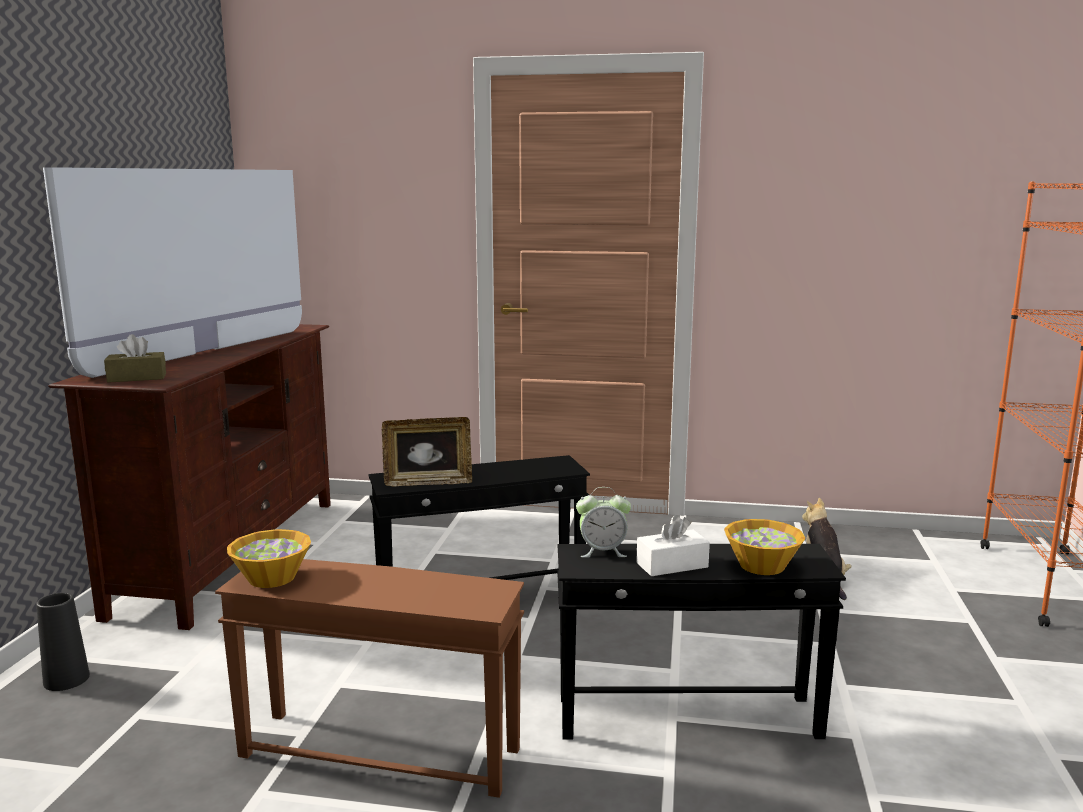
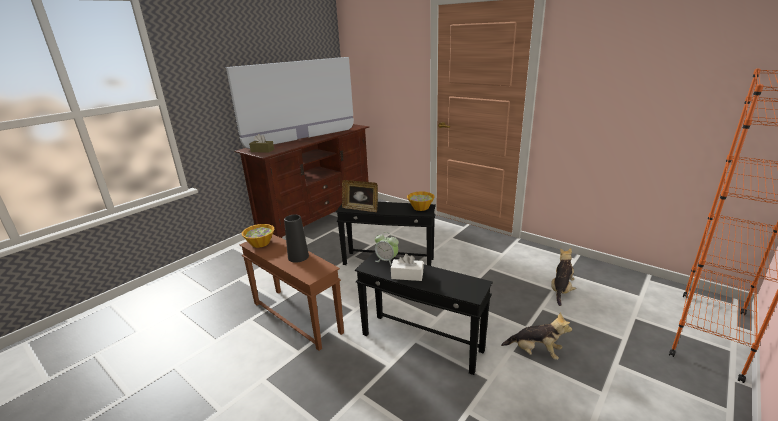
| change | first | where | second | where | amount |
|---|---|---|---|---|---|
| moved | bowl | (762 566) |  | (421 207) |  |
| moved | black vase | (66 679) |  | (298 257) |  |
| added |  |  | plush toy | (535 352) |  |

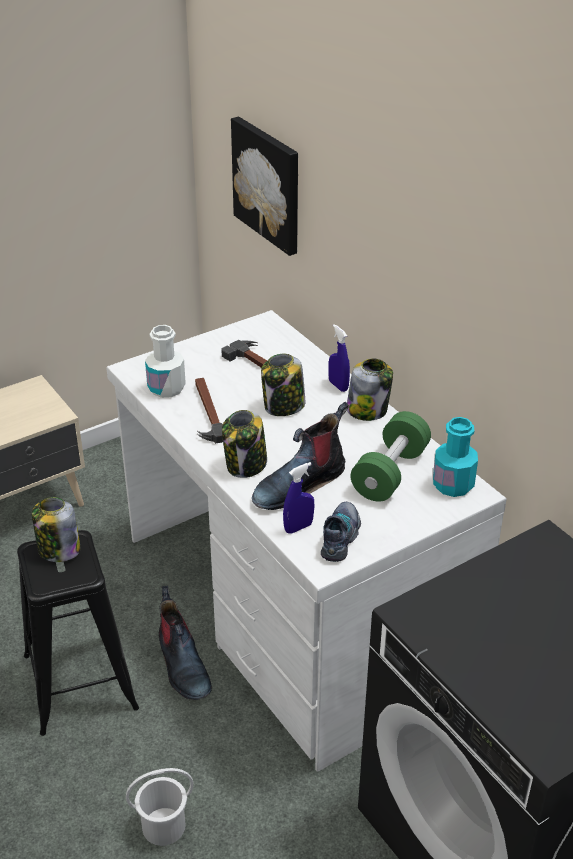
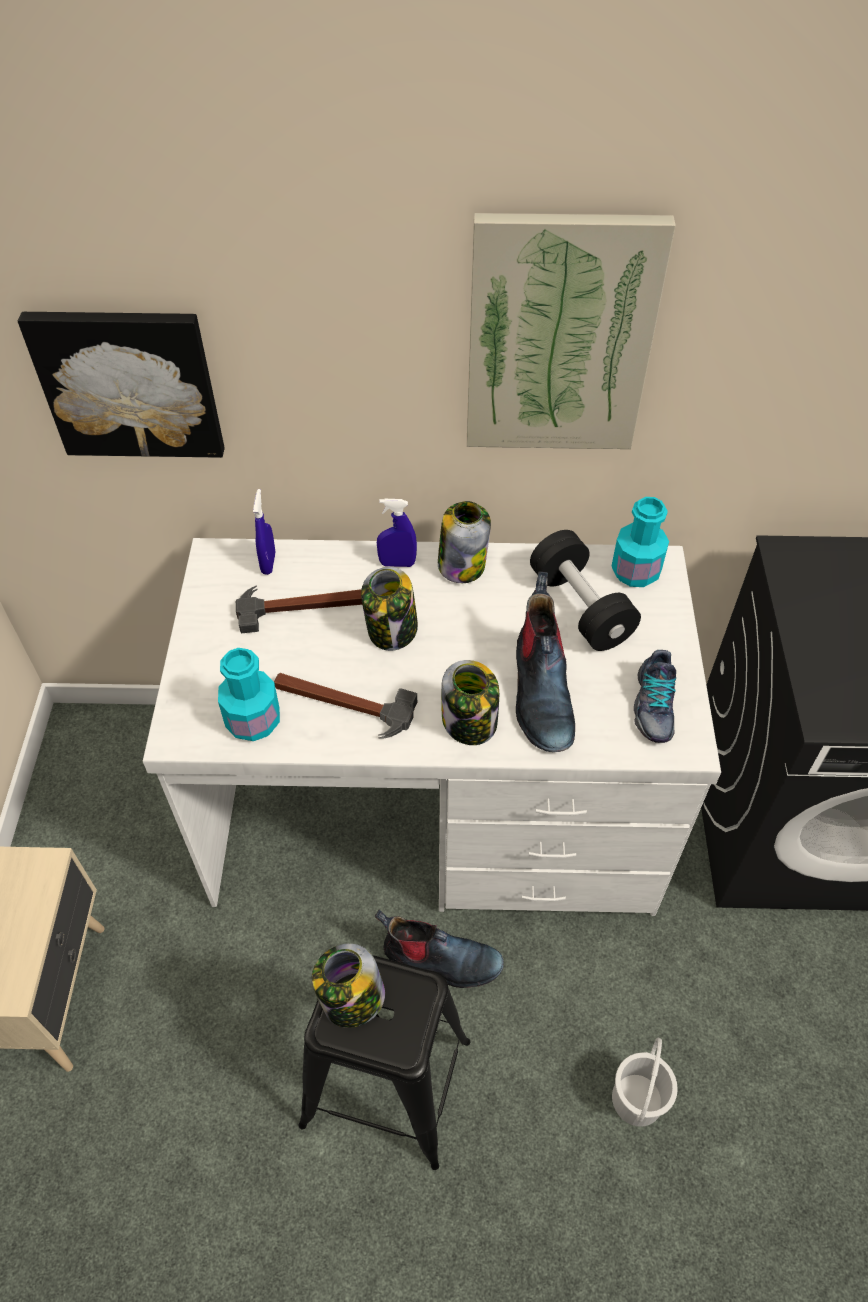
| change | first | where | second | where | amount |
|---|---|---|---|---|---|
| recoloured | white bottle | (166 388) | turquoise bottle | (253 721) |  |
| recoloured | green dumbbell | (390 473) | black dumbbell | (580 607) |  |
| moved | blue spray bottle | (298 527) |  | (268 563) |  |
| turned | shoe | (341 537) |  | (653 706) | 135 degrees counterclockwise |
| added |  |  | picture | (559 337) |  |

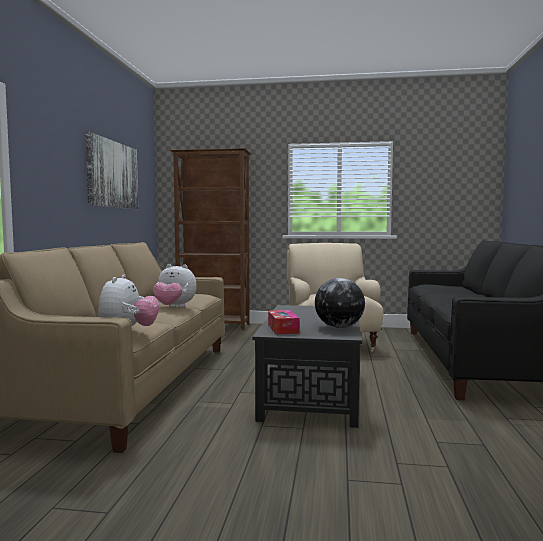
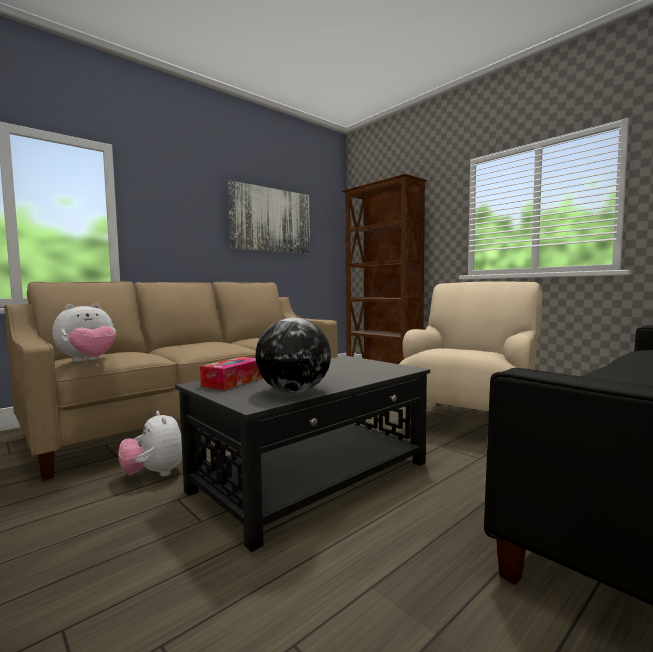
| change | first | where | second | where | amount |
|---|---|---|---|---|---|
| moved | plush toy | (174 307) |  | (154 474) |  |

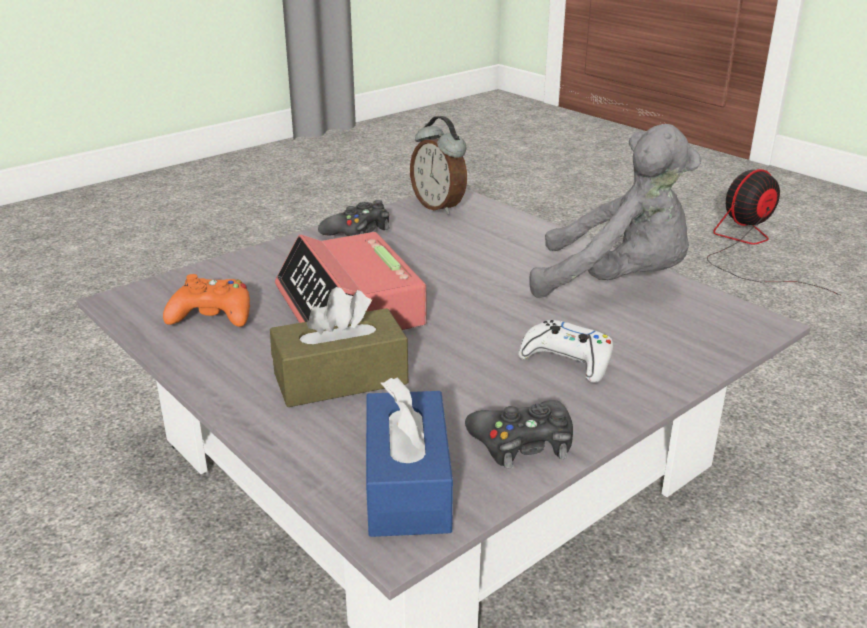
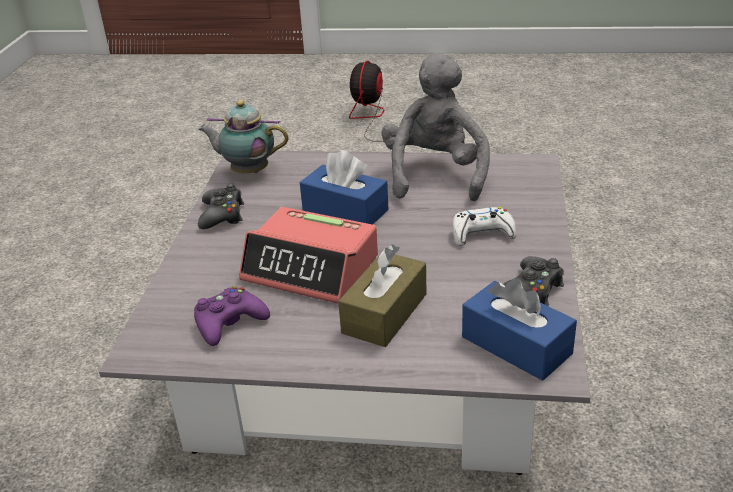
| change | first | where | second | where | amount |
|---|---|---|---|---|---|
| replaced | alarm clock | (439 207) | teapot | (247 171) |  |
| turned | grey plush toy | (616 283) |  | (435 174) | 60 degrees counterclockwise |
| recoloured | orange game controller | (212 315) | purple game controller | (229 323) |  |
| added |  |  | blue tissue box | (345 210) |  |

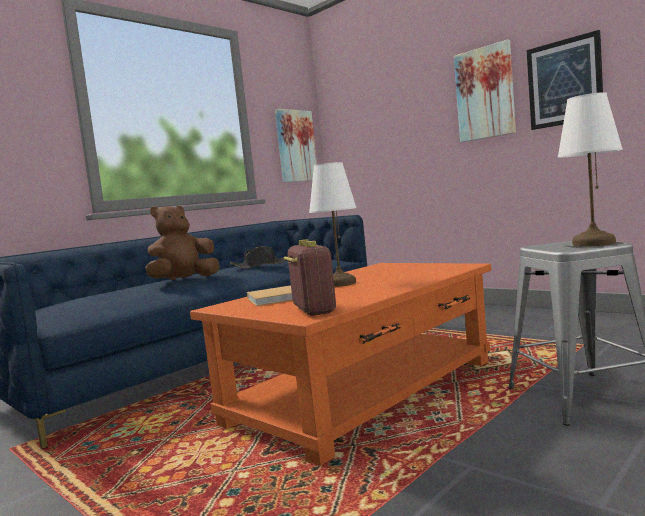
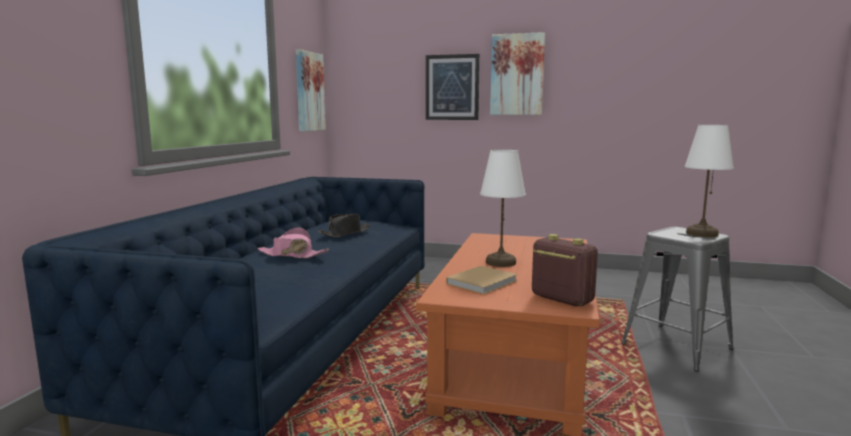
| change | first | where | second | where | amount |
|---|---|---|---|---|---|
| moved | picture | (564 82) |  | (452 87) |  |
| replaced | brown plush toy | (183 280) | pink hat | (292 255) |  |

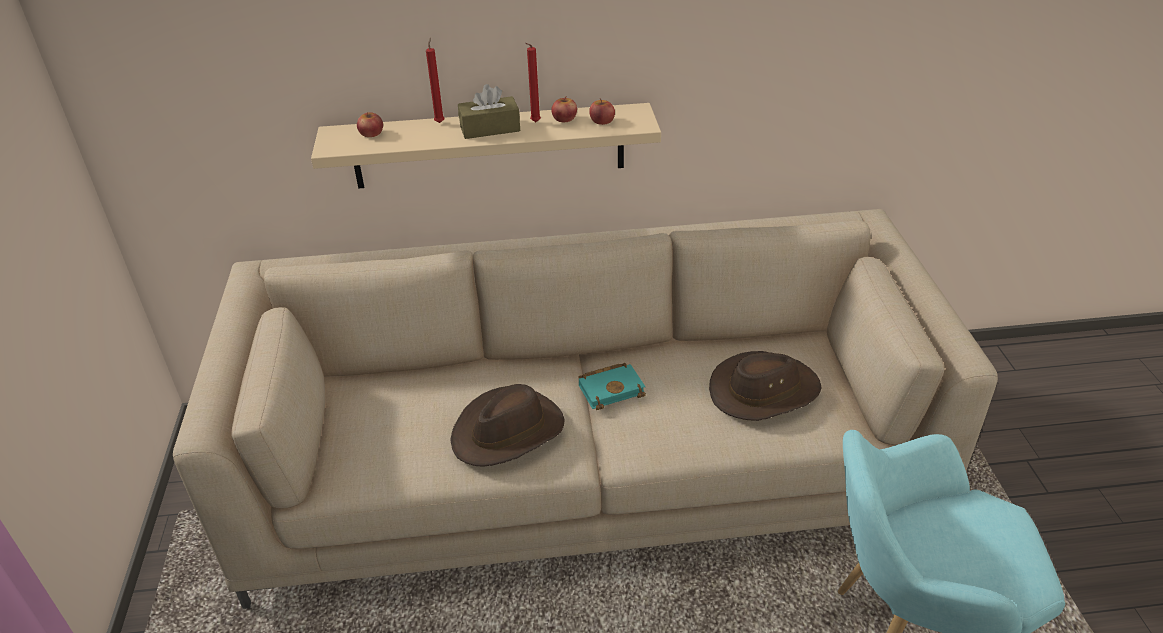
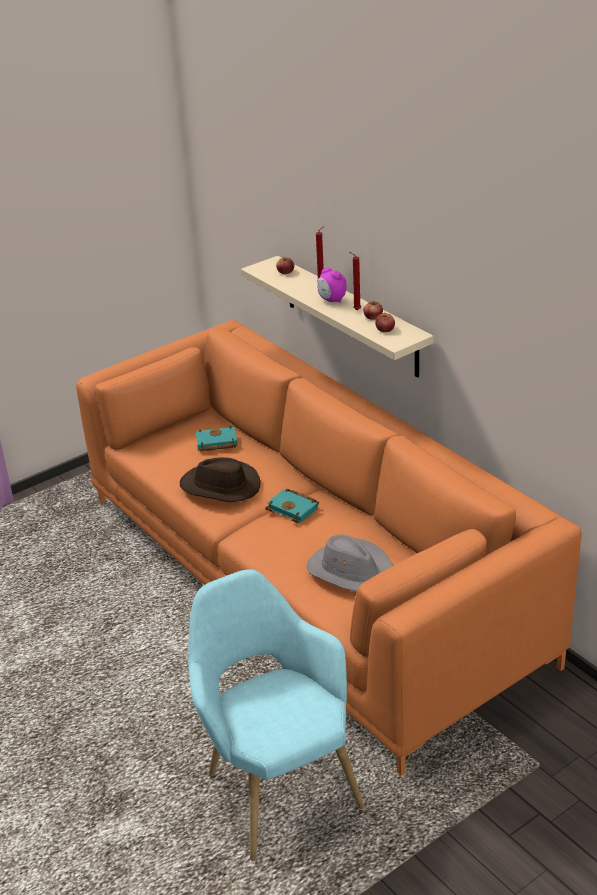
| change | first | where | second | where | amount |
|---|---|---|---|---|---|
| replaced | brown tissue box | (490 128) | alarm clock | (331 300) |  |
| recoloured | beige sofa | (586 470) | orange sofa | (307 578) |  |
| recoloured | brown hat | (764 391) | grey hat | (351 570) |  |
| added |  |  | turquoise book | (216 443) |  |

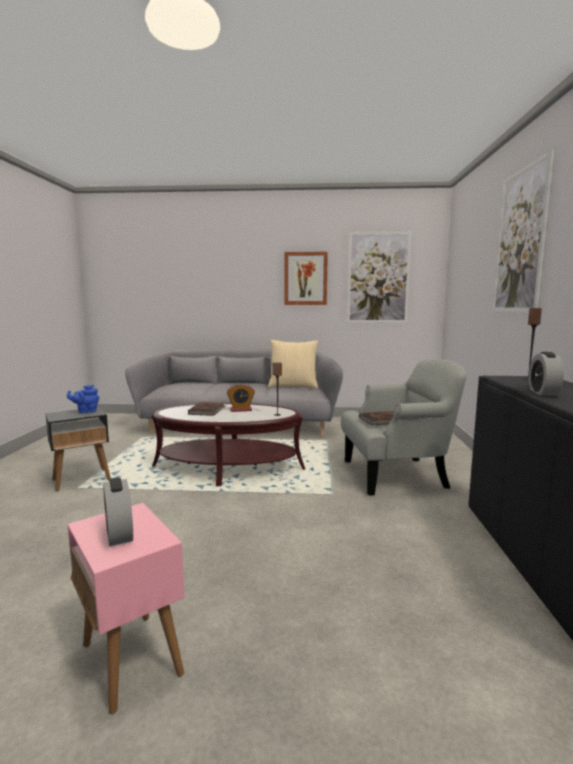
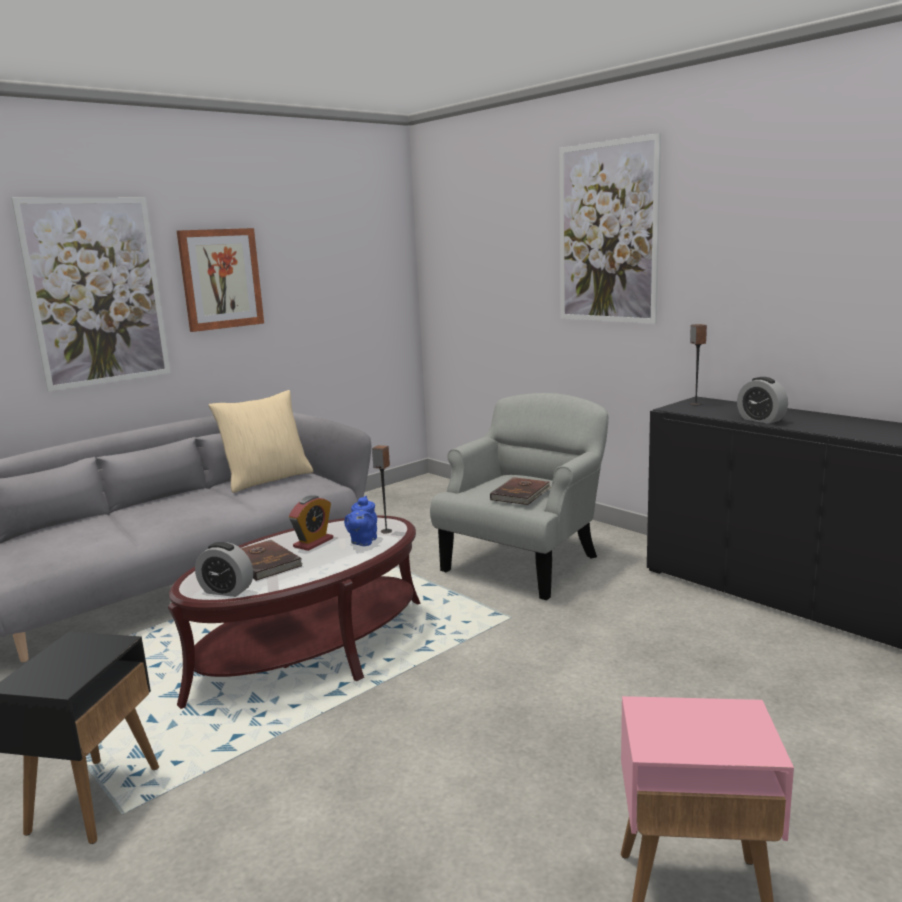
| change | first | where | second | where | amount |
|---|---|---|---|---|---|
| moved | picture | (378 278) |  | (96 292) |  |
| moved | blue teapot | (86 411) |  | (363 542) |  |
| moved | alarm clock | (119 534) |  | (226 591) |  |

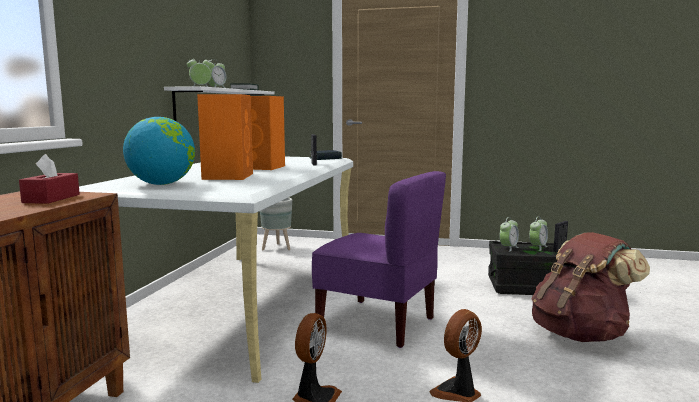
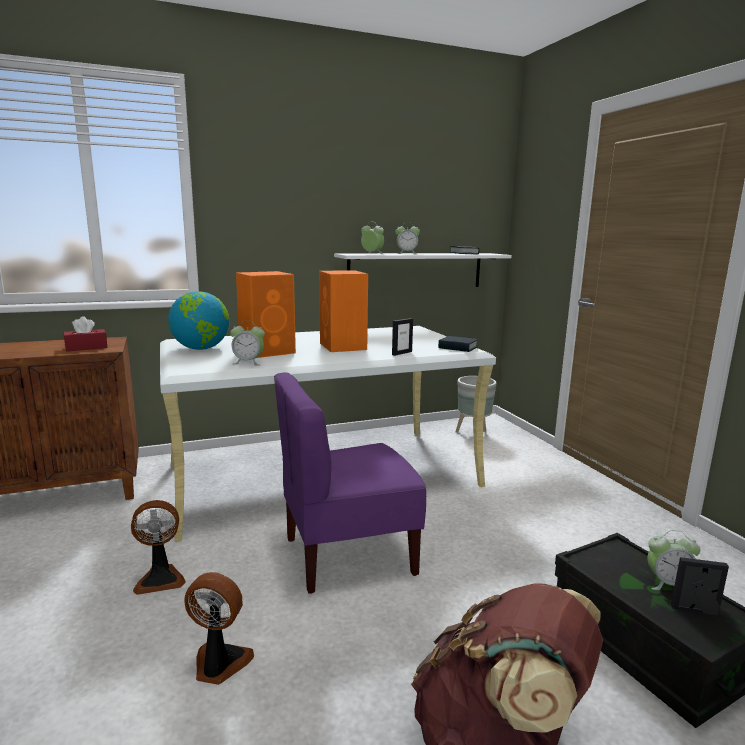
| change | first | where | second | where | amount |
|---|---|---|---|---|---|
| turned | purple chair | (378 324) |  | (347 555) | 75 degrees clockwise |
| moved | alarm clock | (508 248) |  | (248 362) |  |

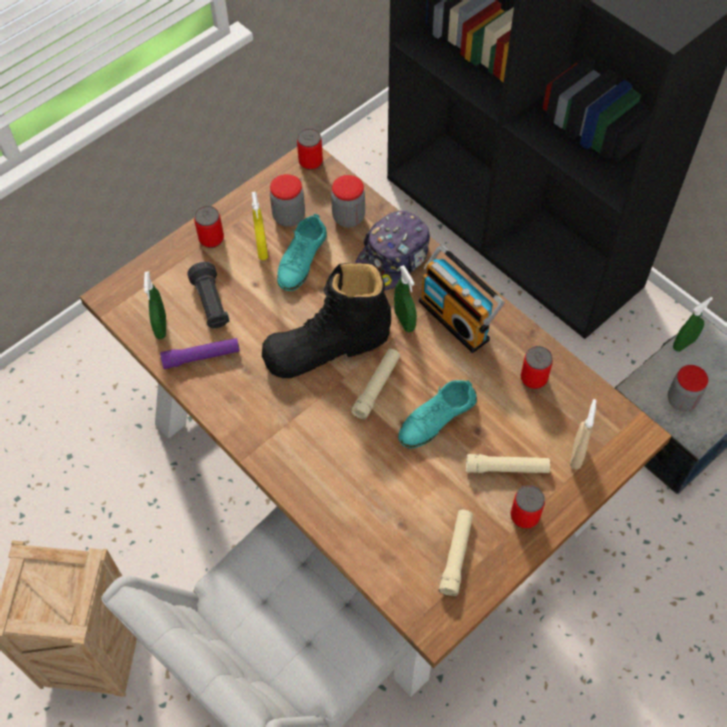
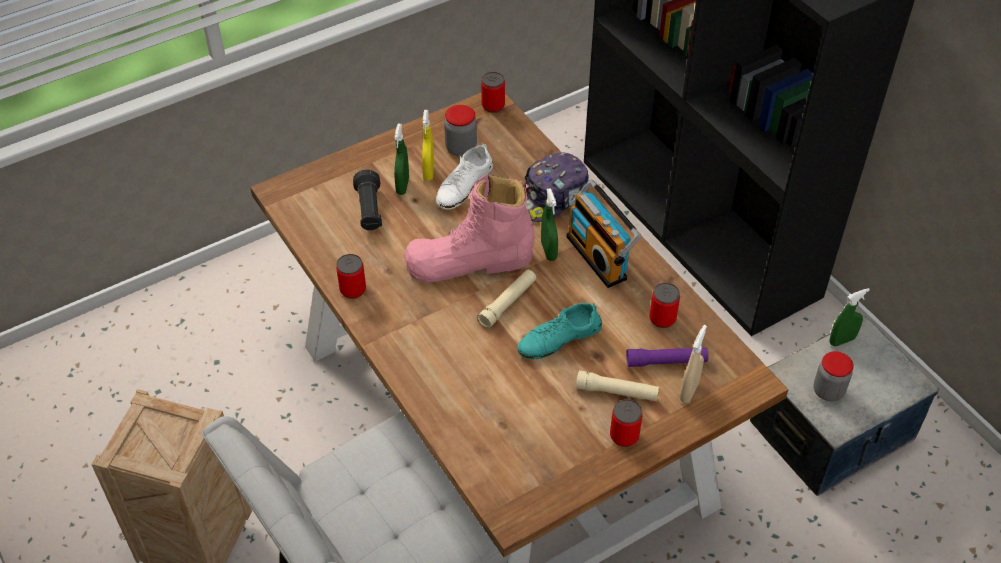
| change | first | where | second | where | amount |
|---|---|---|---|---|---|
| removed | jar | (348 217) |  |  |  |
| moved | can | (211 239) |  | (353 289) |  |
| recoloured | turquoise shoe | (302 259) | white shoe | (464 185) |  |
| recoloured | black boot | (327 346) | pink boot | (469 261) |  |
| moved | green spray bottle | (161 327) |  | (402 186) |  |
| moved | purple flashlight | (201 357) |  | (666 361) |  |
| removed | beige flashlight | (456 554) |  |  |  |

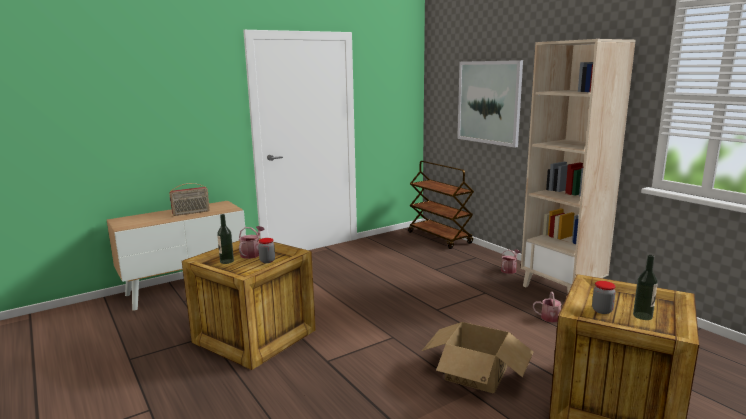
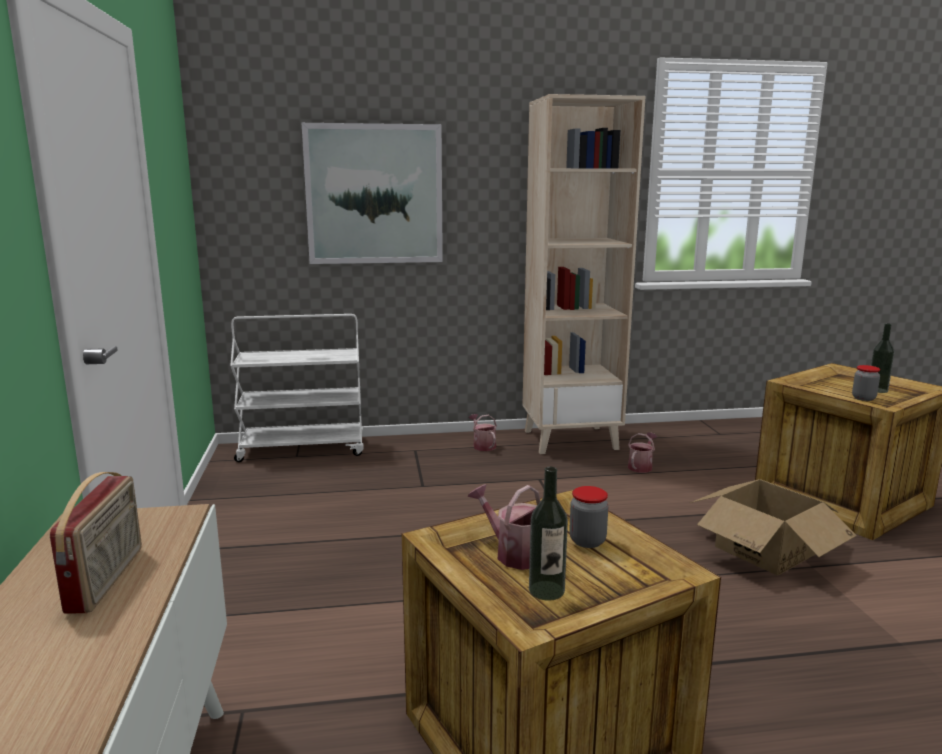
| change | first | where | second | where | amount |
|---|---|---|---|---|---|
| recoloured | brown cart | (440 238) | white cart | (303 449) |  |

